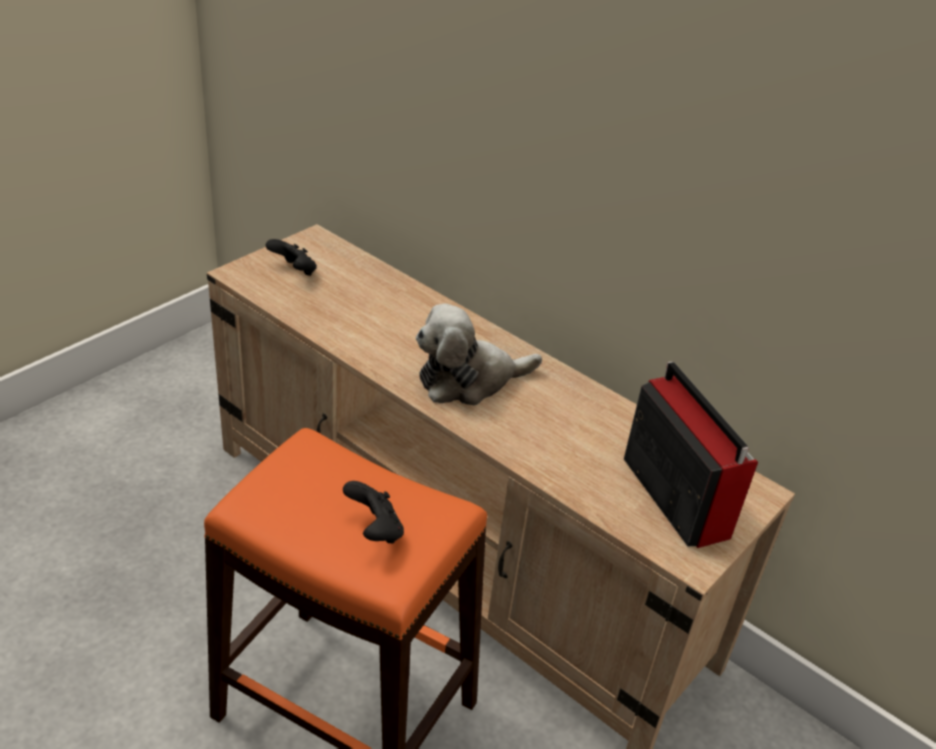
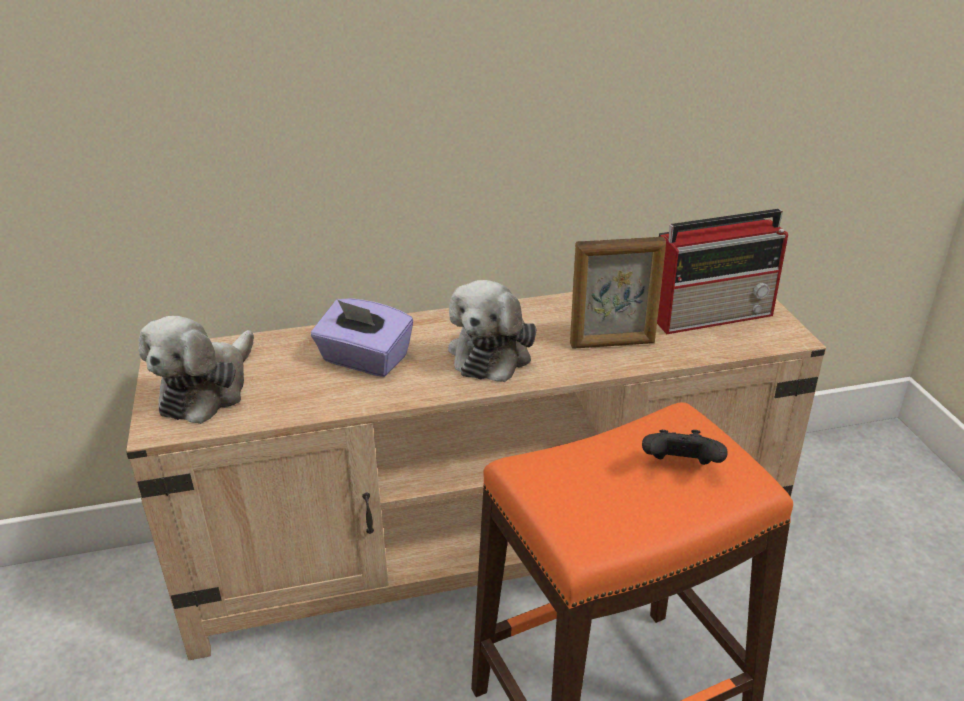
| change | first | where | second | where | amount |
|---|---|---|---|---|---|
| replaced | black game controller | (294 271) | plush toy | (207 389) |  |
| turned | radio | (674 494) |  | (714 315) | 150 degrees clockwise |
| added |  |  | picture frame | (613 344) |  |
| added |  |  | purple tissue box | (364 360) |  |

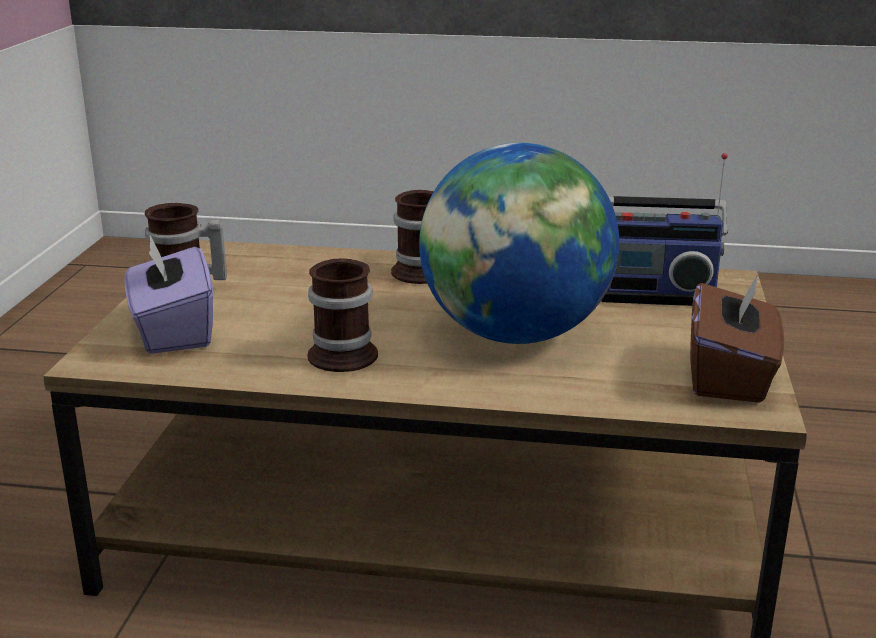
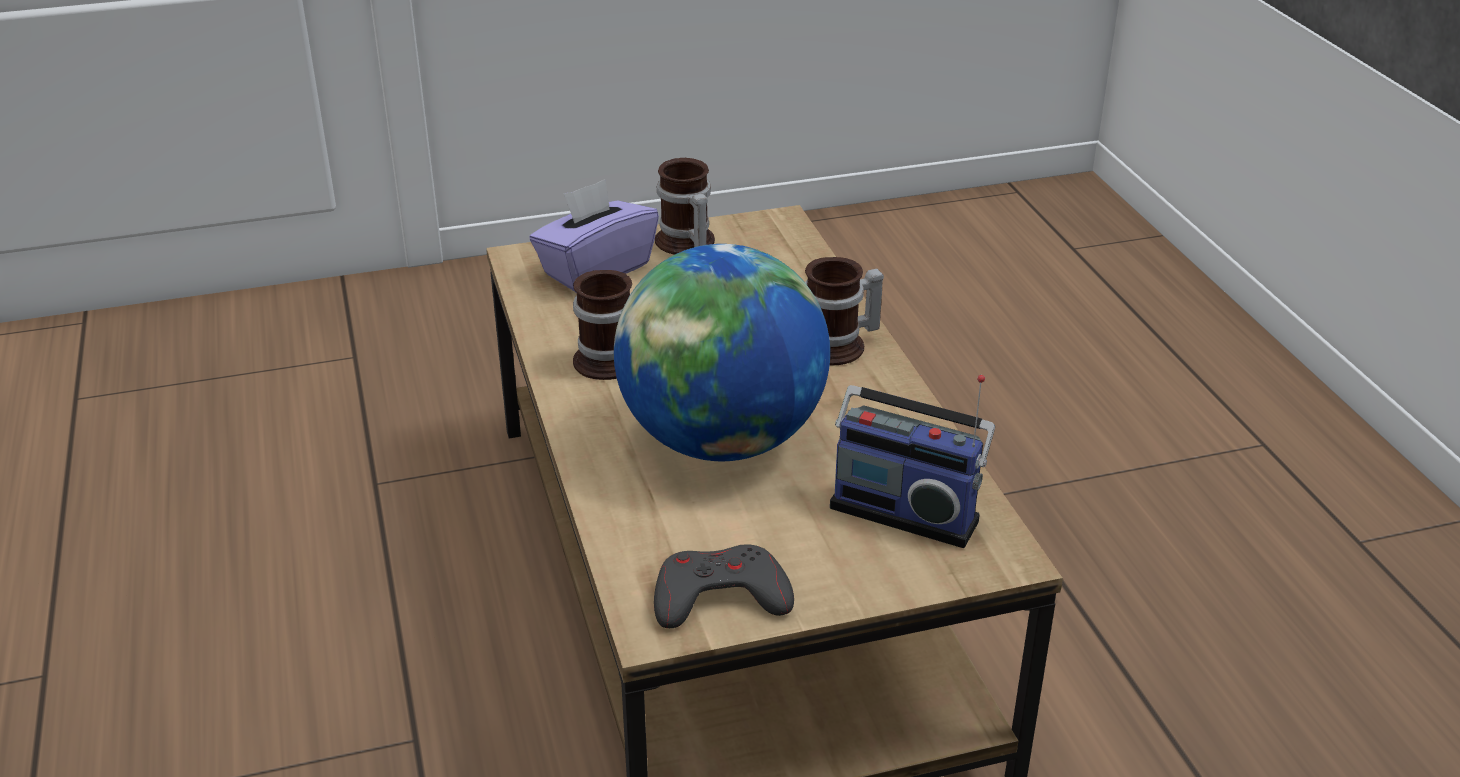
| change | first | where | second | where | amount |
|---|---|---|---|---|---|
| turned | radio | (656 294) |  | (906 510) | 45 degrees counterclockwise |
| replaced | brown tissue box | (730 376) | grey game controller | (720 597) |  |

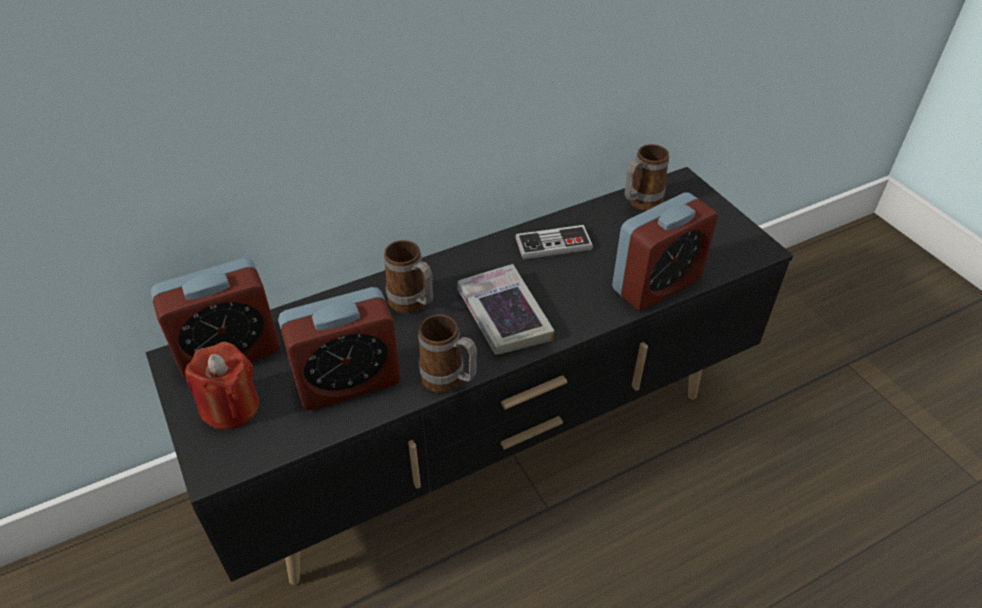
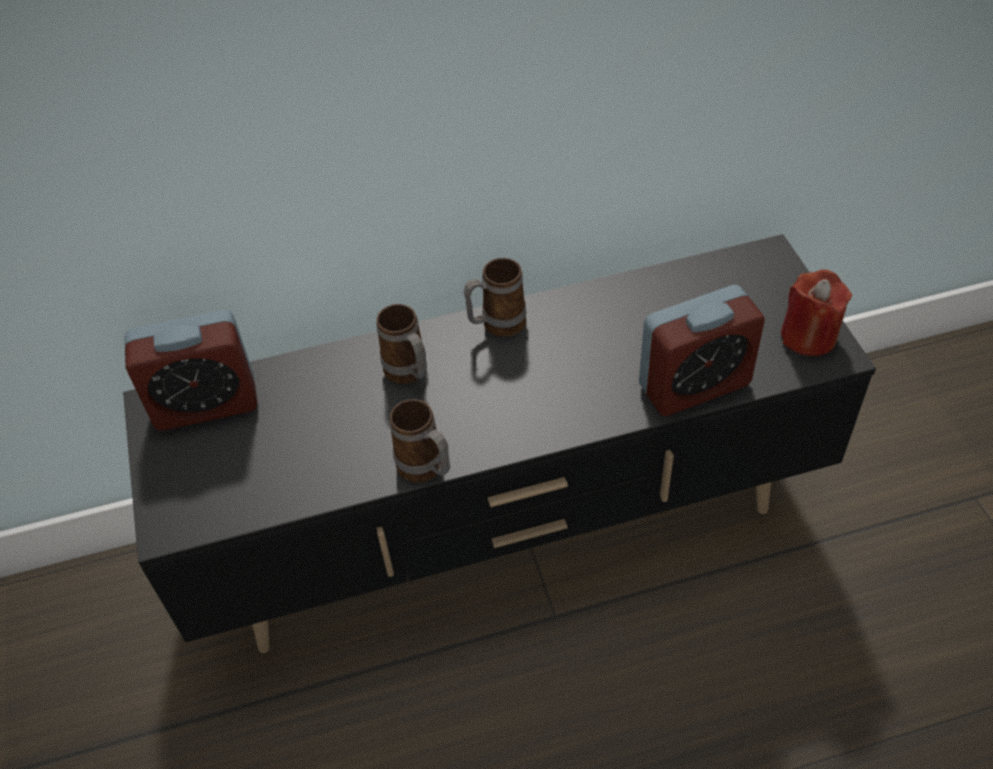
| change | first | where | second | where | amount |
|---|---|---|---|---|---|
| moved | mug | (639 204) |  | (496 325) |  |
| removed | game controller | (553 244) |  |  |  |
| removed | book | (504 315) |  |  |  |
| removed | alarm clock | (348 381) |  |  |  |
| moved | red candle | (231 407) |  | (808 336) |  |

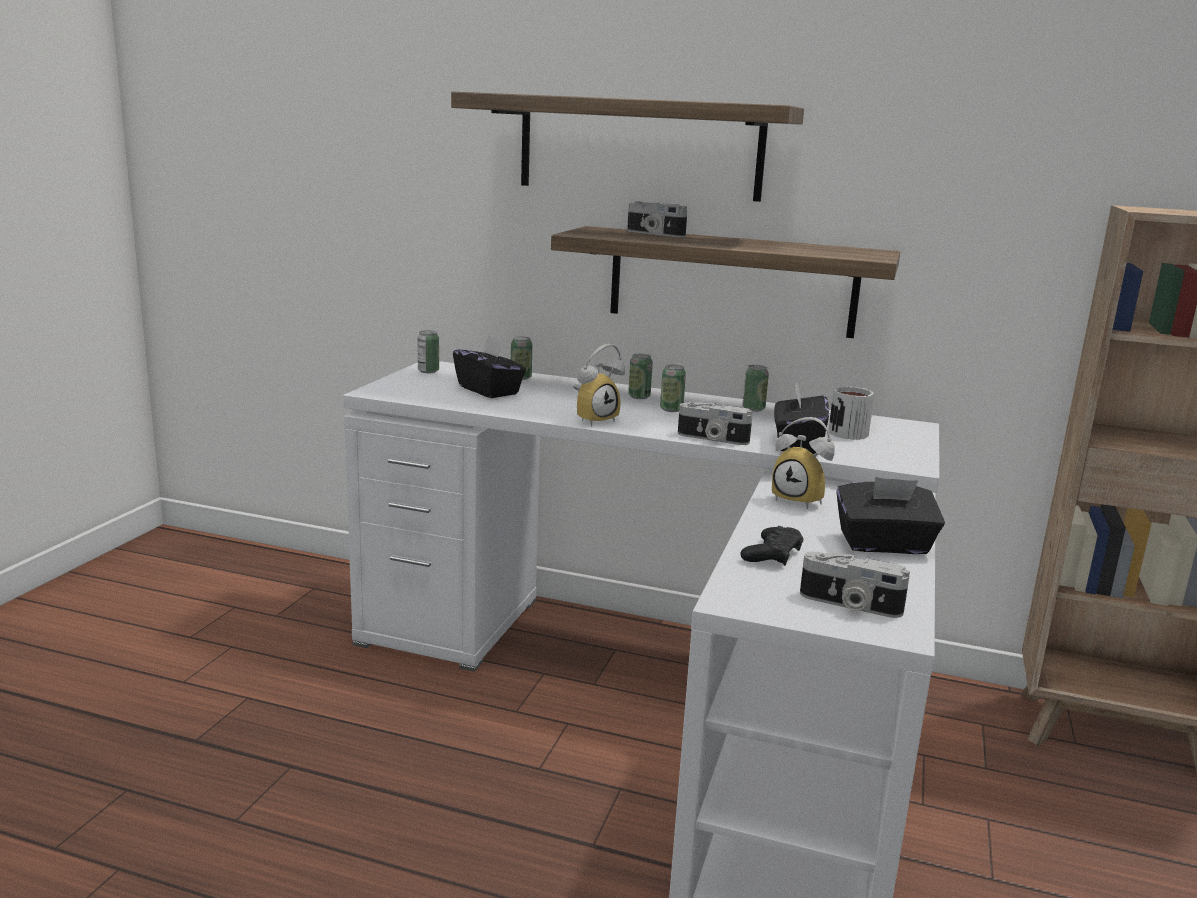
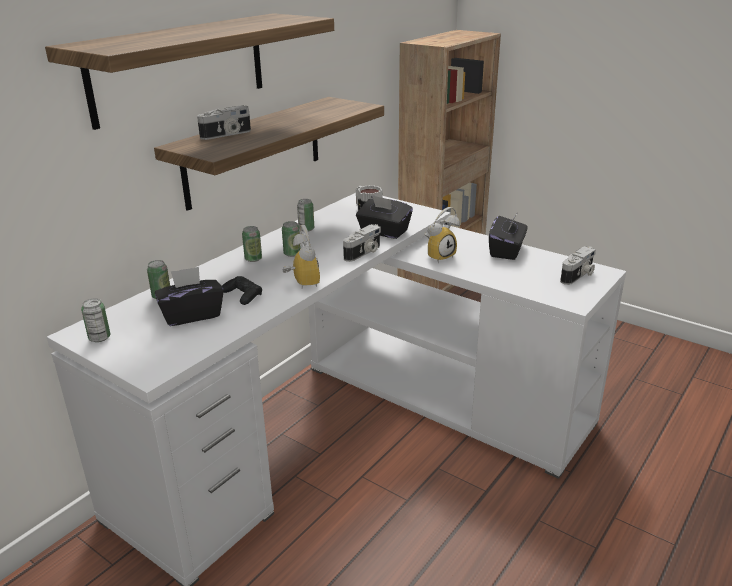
| change | first | where | second | where | amount |
|---|---|---|---|---|---|
| moved | black game controller | (772 554) |  | (243 295) |  |

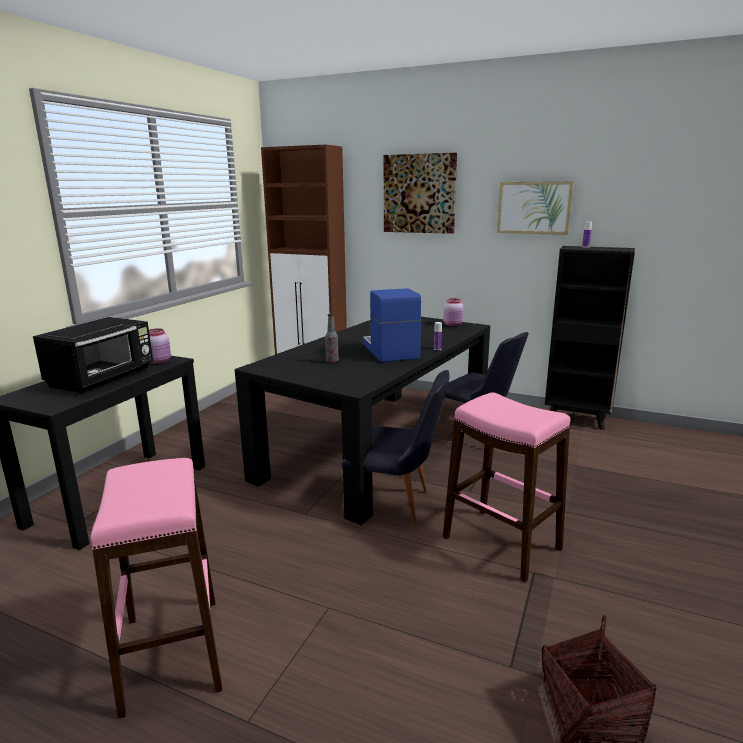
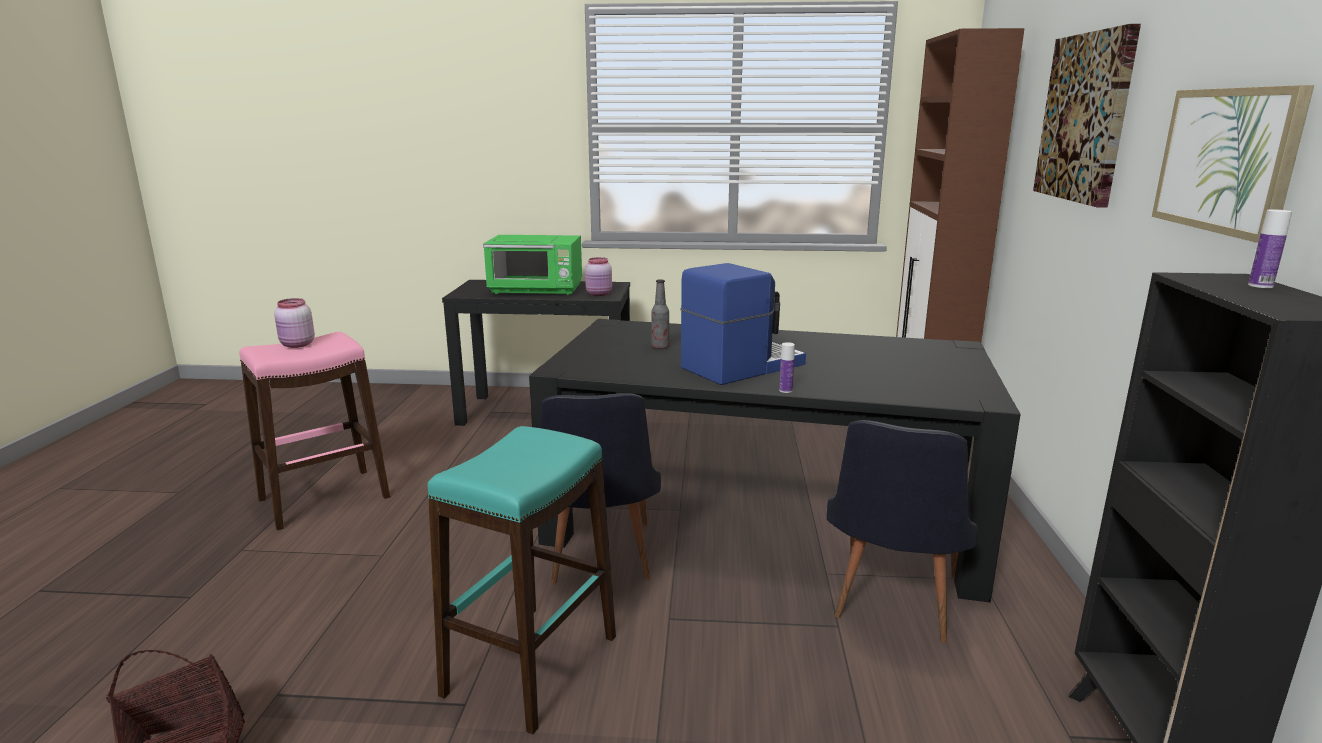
| change | first | where | second | where | amount |
|---|---|---|---|---|---|
| moved | pink jar | (453 325) |  | (297 345) |  |
| recoloured | black microwave | (103 378) | green microwave | (537 290) |  |
| recoloured | pink stool | (502 543) | turquoise stool | (531 666) |  |

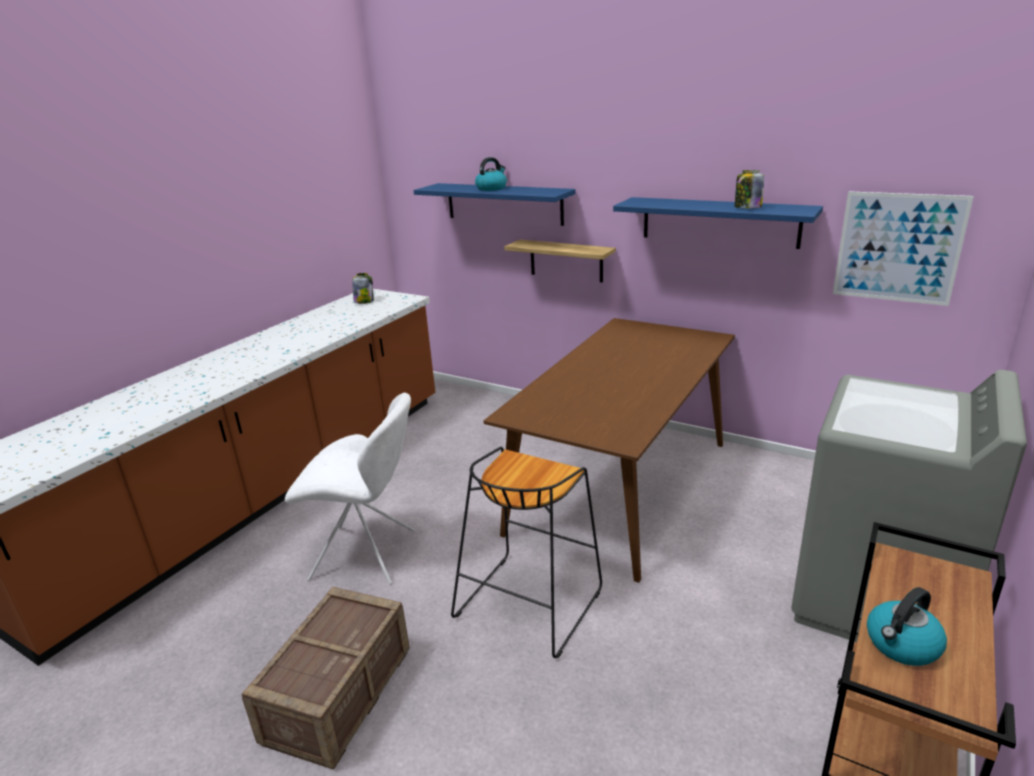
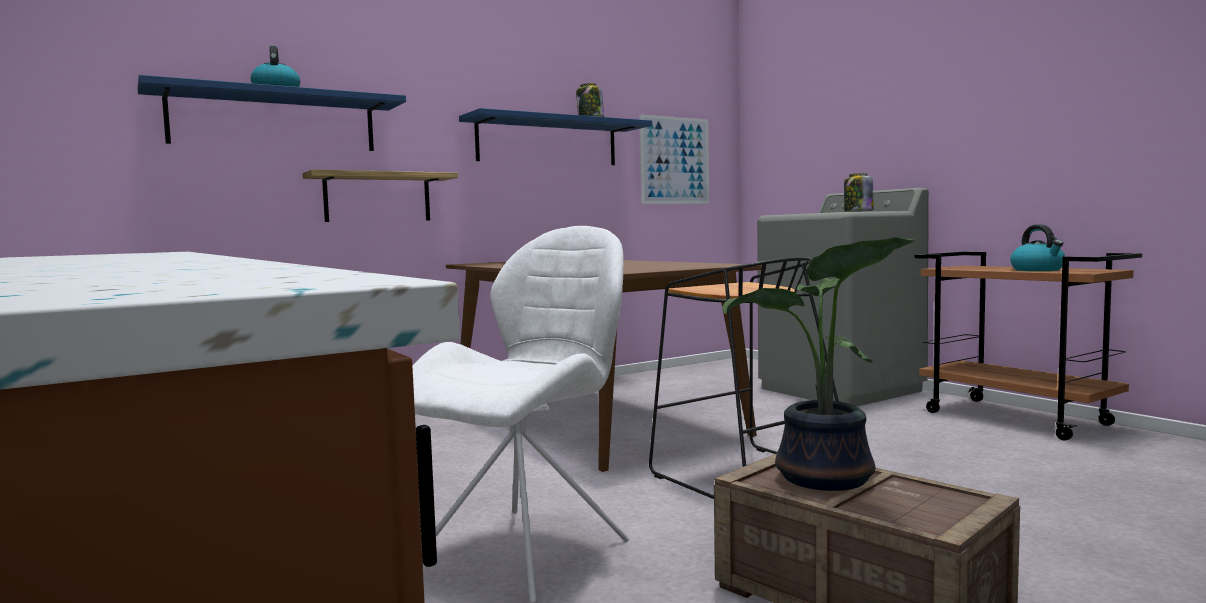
| change | first | where | second | where | amount |
|---|---|---|---|---|---|
| moved | jar | (364 301) |  | (858 212) |  |
| added |  |  | potted plant | (823 480) |  |

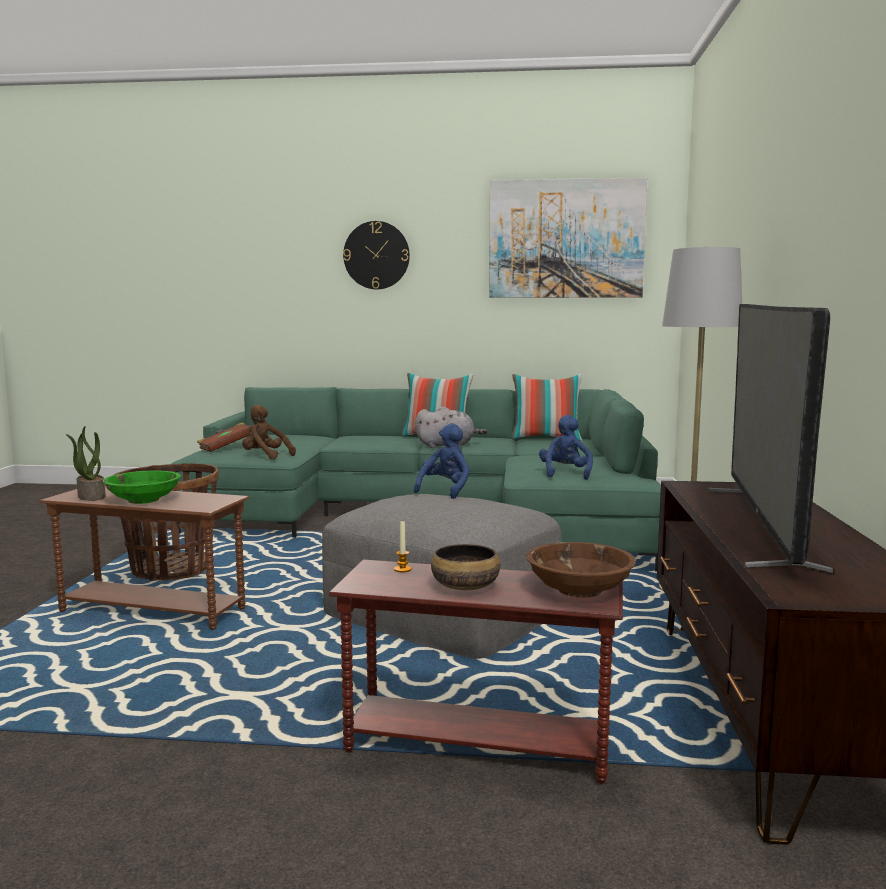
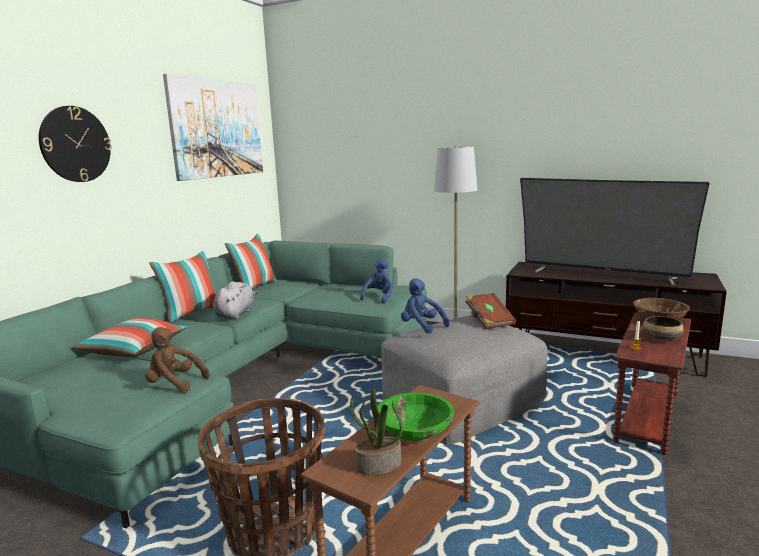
| change | first | where | second | where | amount |
|---|---|---|---|---|---|
| turned | brown plush toy | (265 456) |  | (174 384) | 60 degrees clockwise |
| turned | blue plush toy | (565 474) |  | (379 297) | 90 degrees clockwise |
| moved | brown book | (226 448) |  | (488 320) |  |
| added |  |  | pillow | (134 349) |  |

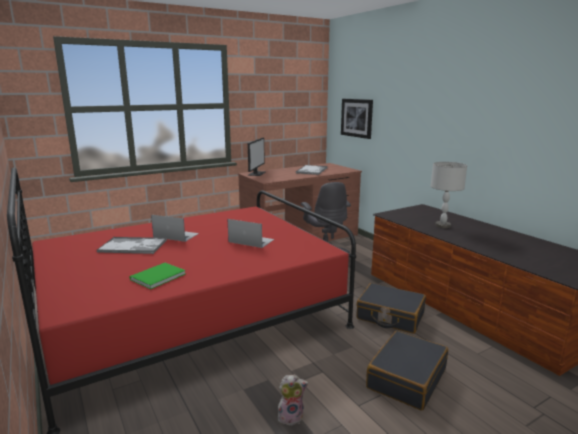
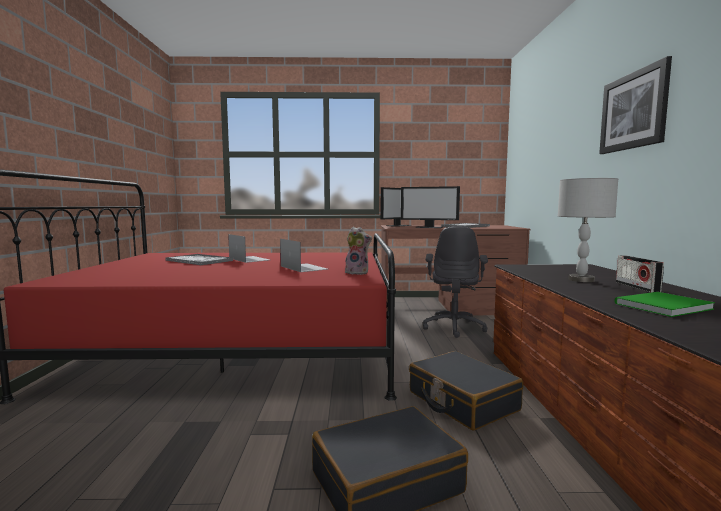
| change | first | where | second | where | amount |
|---|---|---|---|---|---|
| moved | picture | (357 118) |  | (633 111) |  |
| moved | green book | (156 277) |  | (659 306) |  |
| moved | plush toy | (291 417) |  | (358 273) |  |
| added |  |  | monitor | (429 227) |  |
| added |  |  | radio | (637 287) |  |

